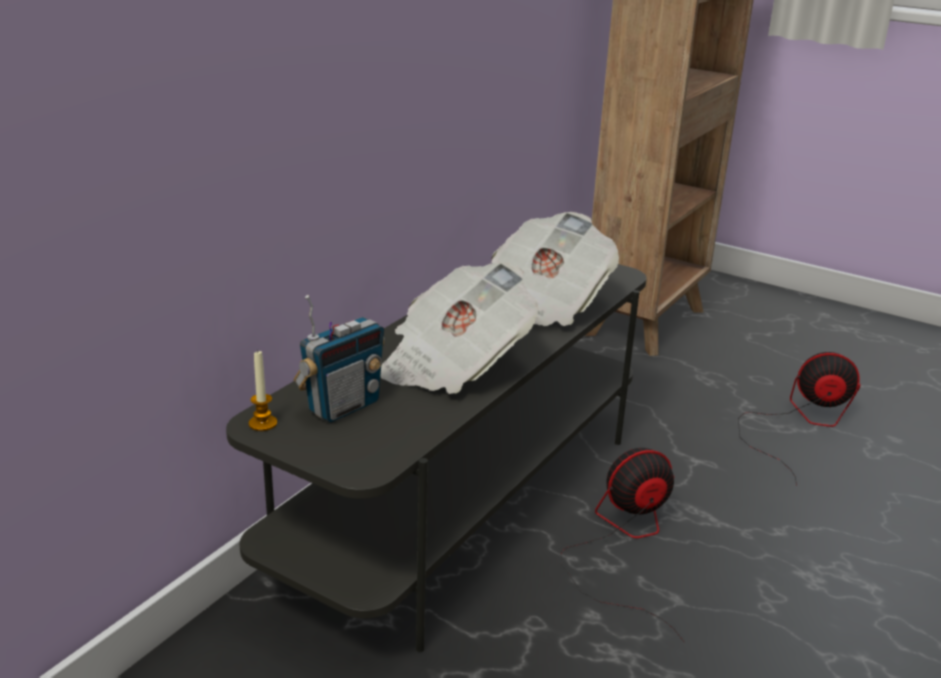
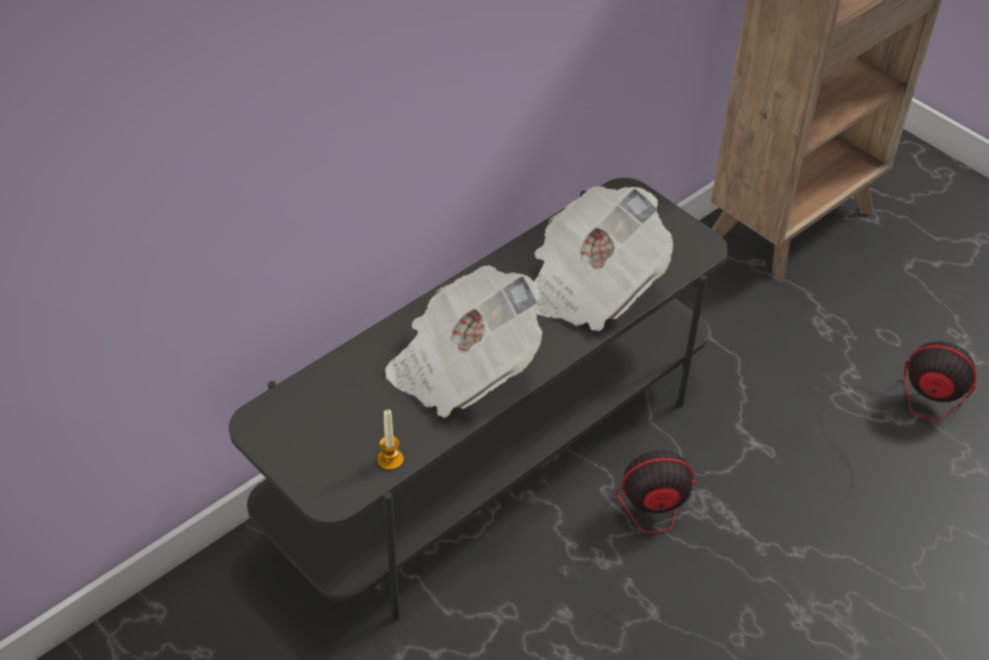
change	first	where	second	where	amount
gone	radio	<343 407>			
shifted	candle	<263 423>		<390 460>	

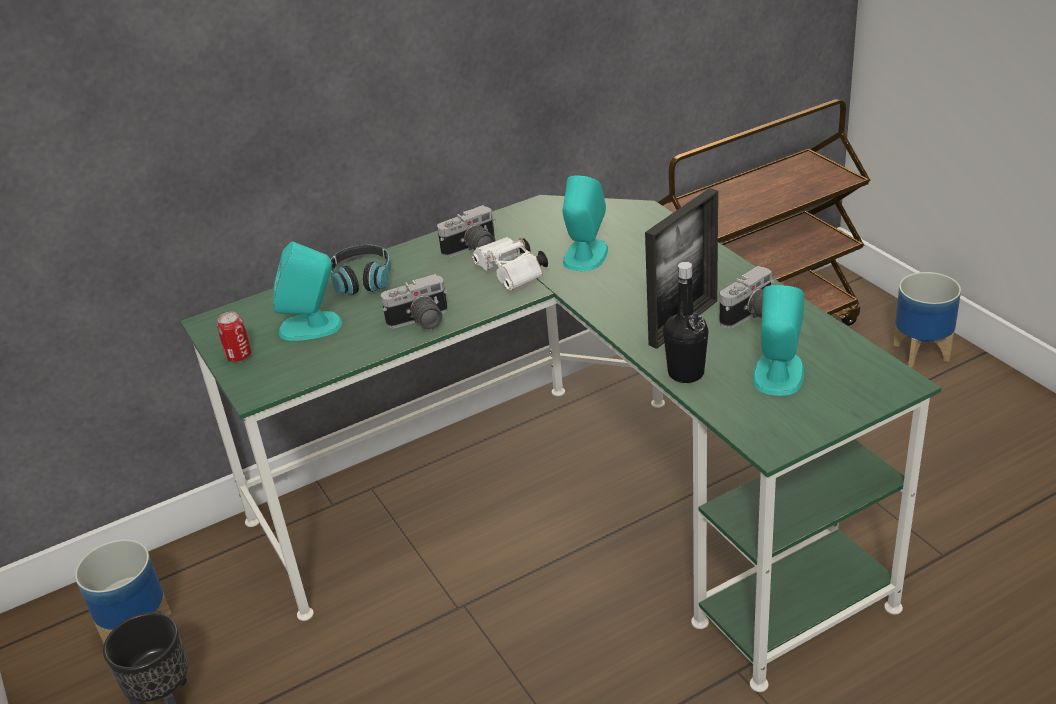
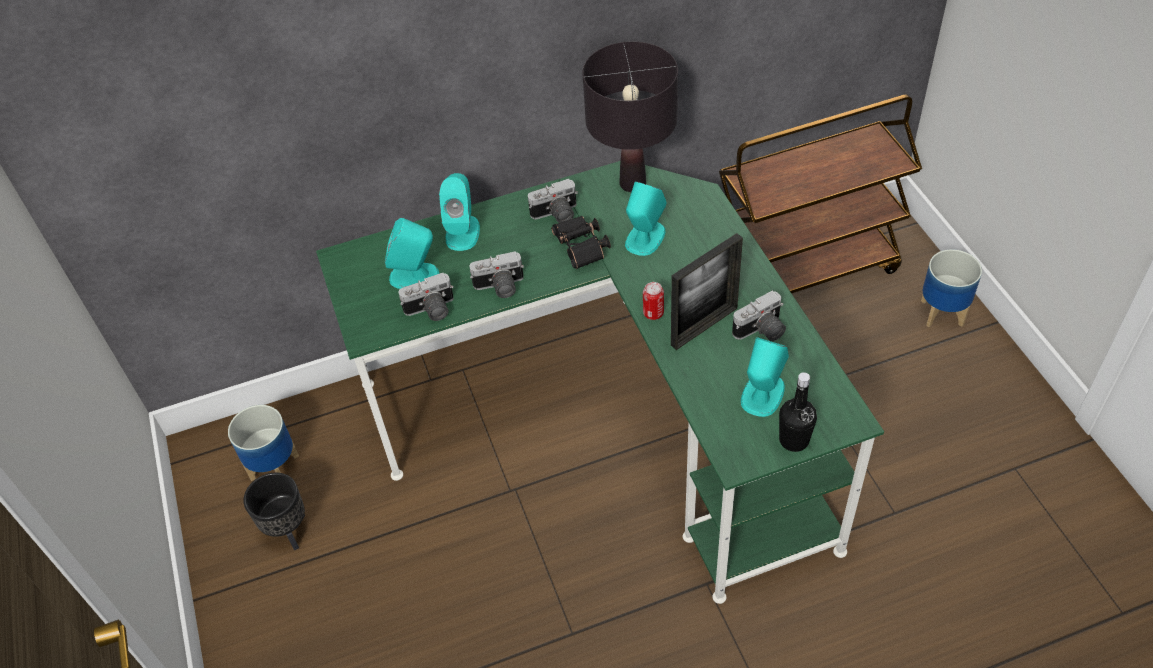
change	first	where	second	where	amount
new			photo camera	<431 310>	
new			table lamp (black)	<632 184>	
shifted	can	<239 356>		<653 313>	
shifted	bottle (black)	<686 373>		<794 440>	
swapped	headphones	<362 280>	speaker (turquoise)	<462 232>	
repainted	binoculars (white)	<513 276>	binoculars (black)	<582 250>	

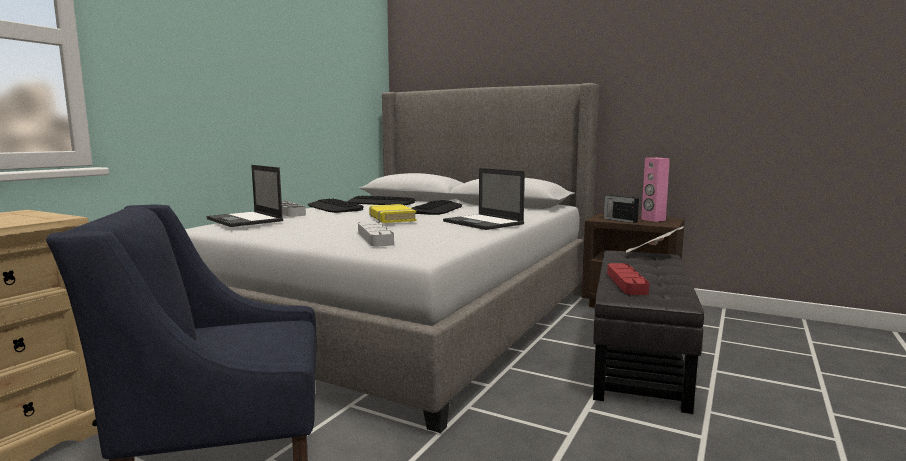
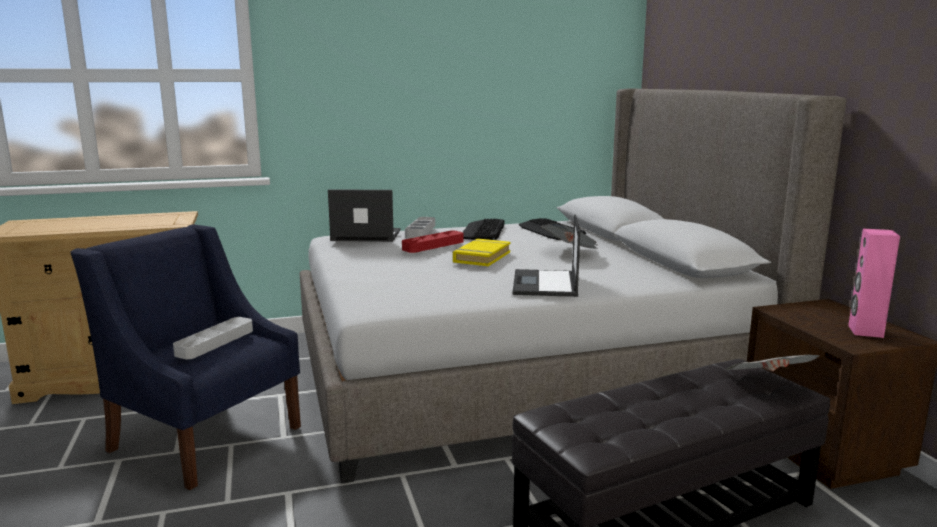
change	first	where	second	where	amount
gone	radio	<619 220>			
shifted	tray (grey)	<375 238>		<215 342>	
shifted	tray (red)	<626 283>		<433 245>	
swapped	keyboard	<437 209>	newspaper	<571 252>	
rotated	laptop	<245 220>		<365 235>	90 degrees clockwise

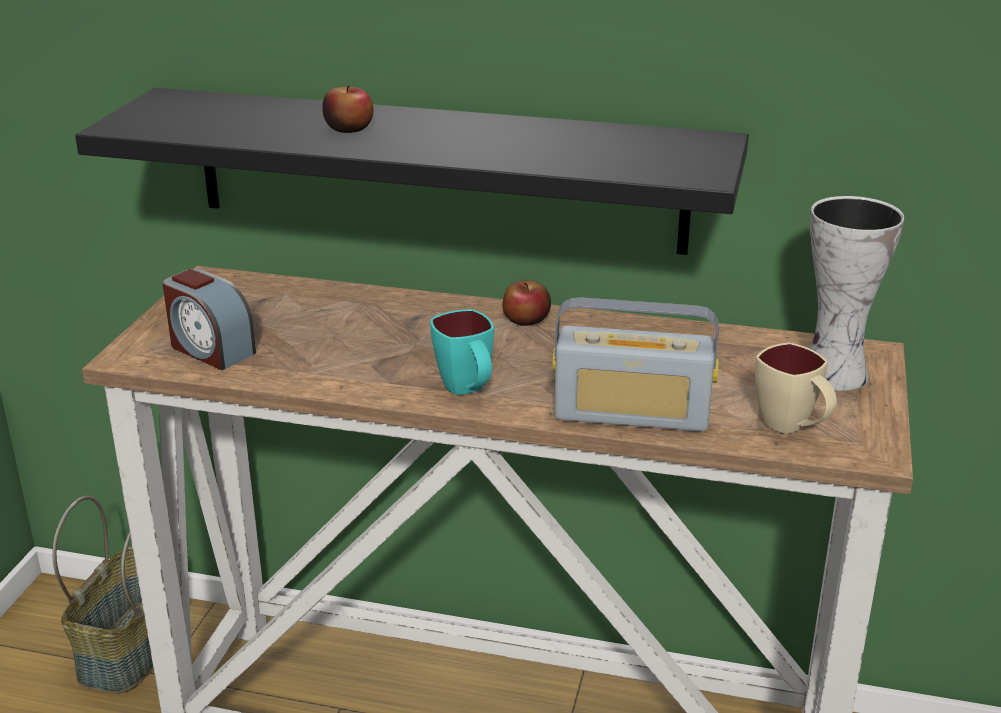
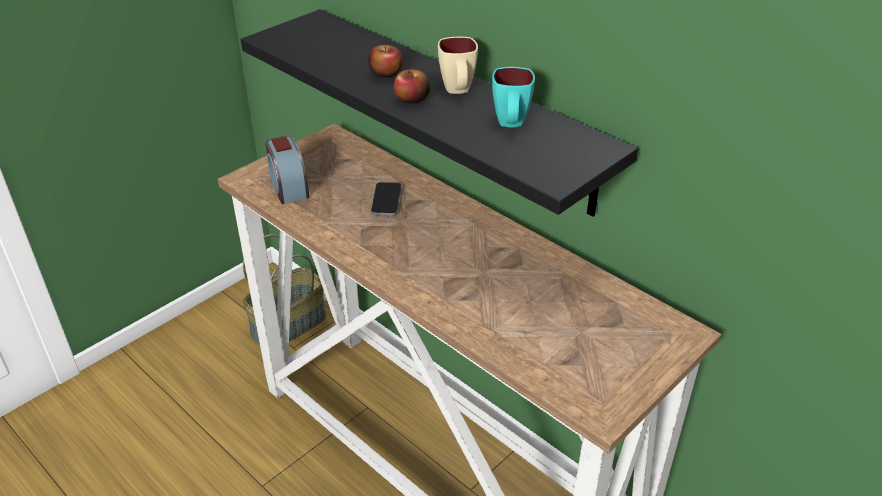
change	first	where	second	where	amount
gone	radio	<632 414>			
gone	vase	<830 373>			
new			phone	<386 200>	
shifted	mug (turquoise)	<467 391>		<511 125>	
shifted	apple	<526 320>		<412 99>	
shifted	mug (beige)	<792 428>		<458 92>	

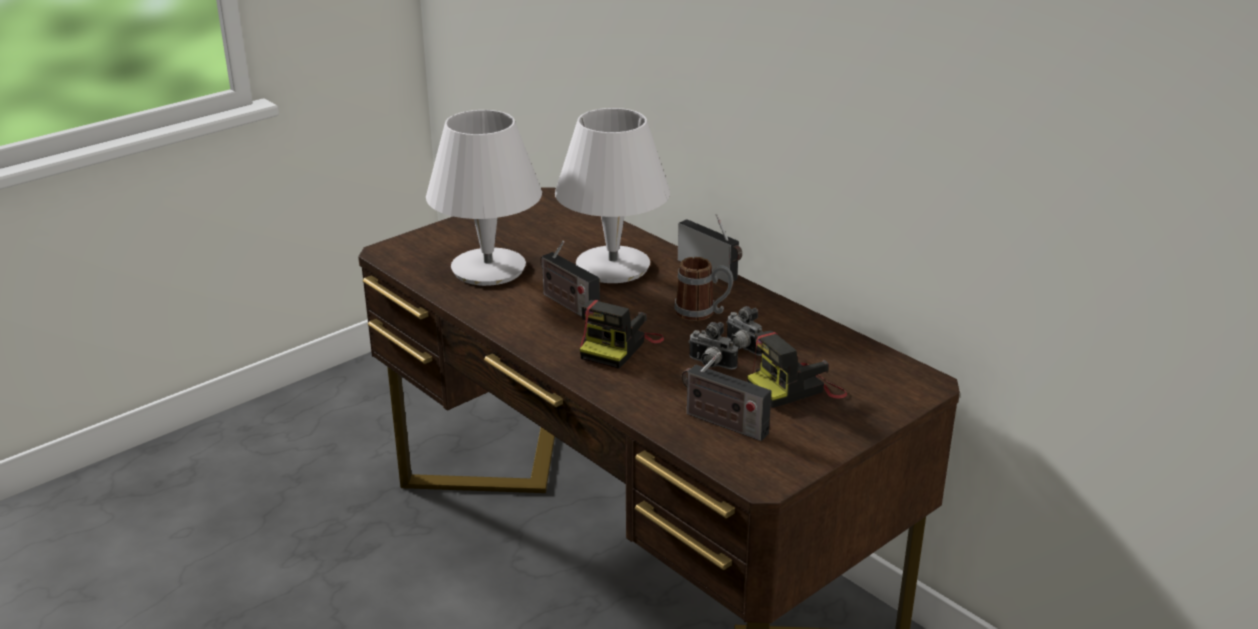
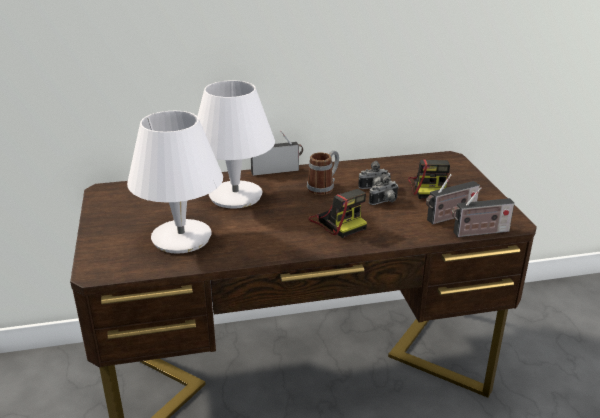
change	first	where	second	where	amount
shifted	radio	<567 304>		<478 232>	

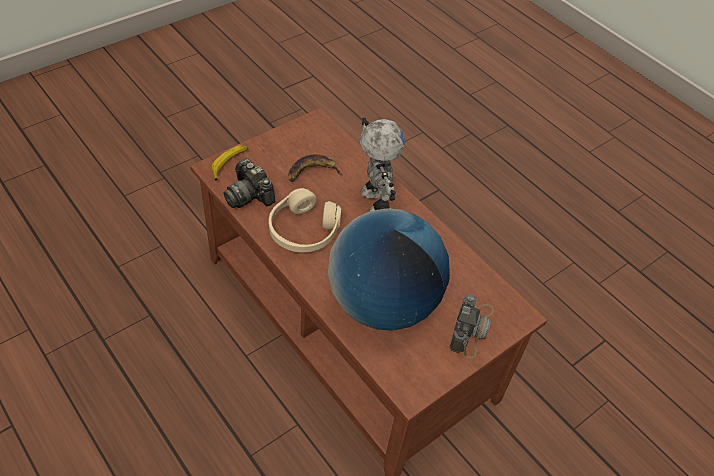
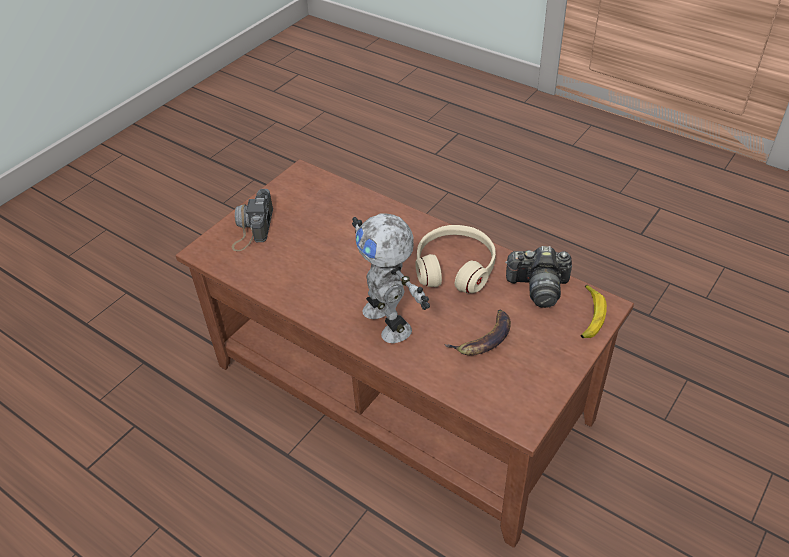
change	first	where	second	where	amount
gone	globe	<382 304>			
rotated	photo camera	<249 195>		<538 287>	150 degrees clockwise

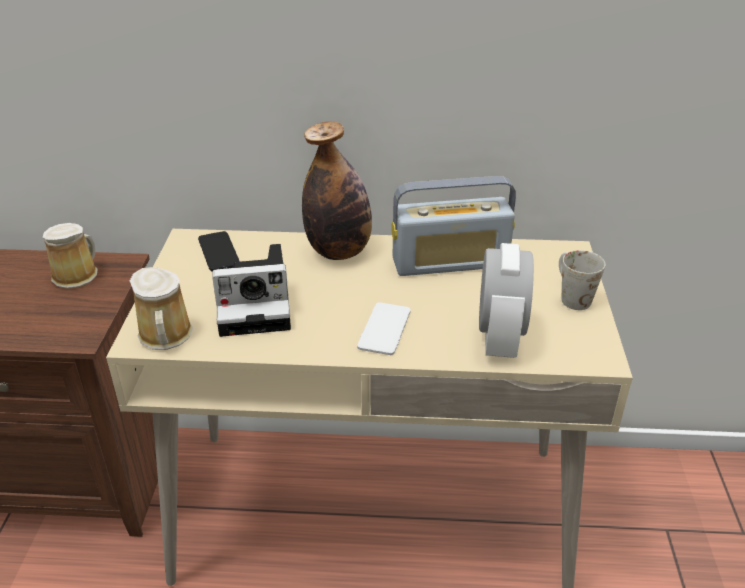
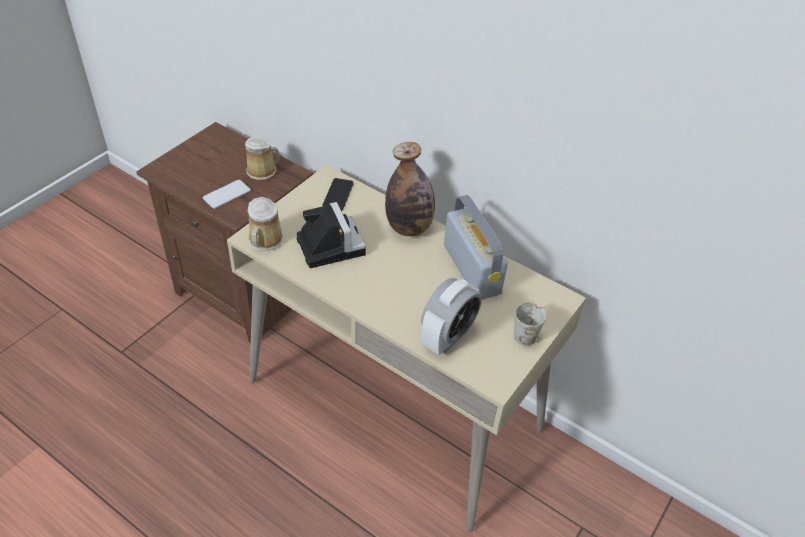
change	first	where	second	where	amount
shifted	phone	<384 329>		<227 194>	
rotated	photo camera	<258 305>		<329 244>	135 degrees counterclockwise
rotated	radio	<450 262>		<471 269>	135 degrees counterclockwise

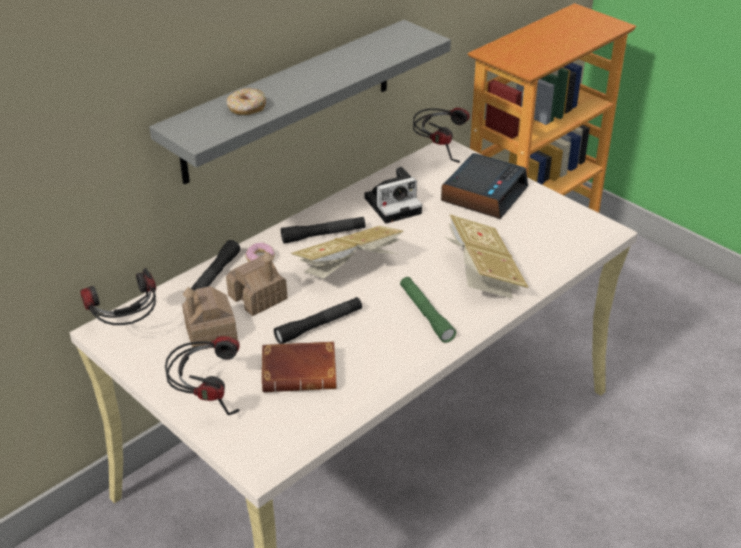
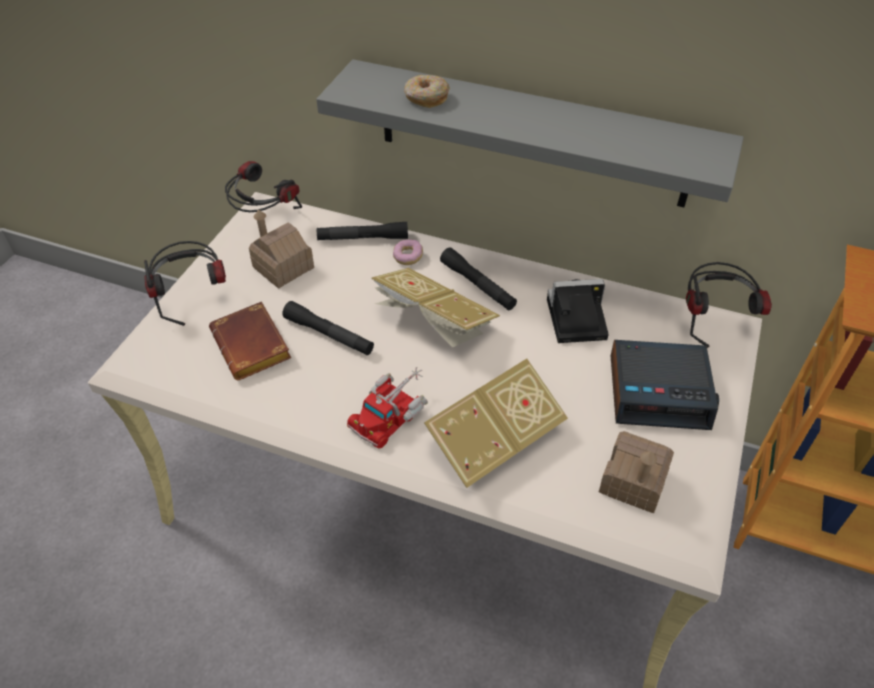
change	first	where	second	where	amount
shifted	toy house	<258 297>		<633 481>	
swapped	flashlight (green)	<426 314>	toy truck	<391 412>	
rotated	photo camera	<394 204>		<573 320>	135 degrees clockwise

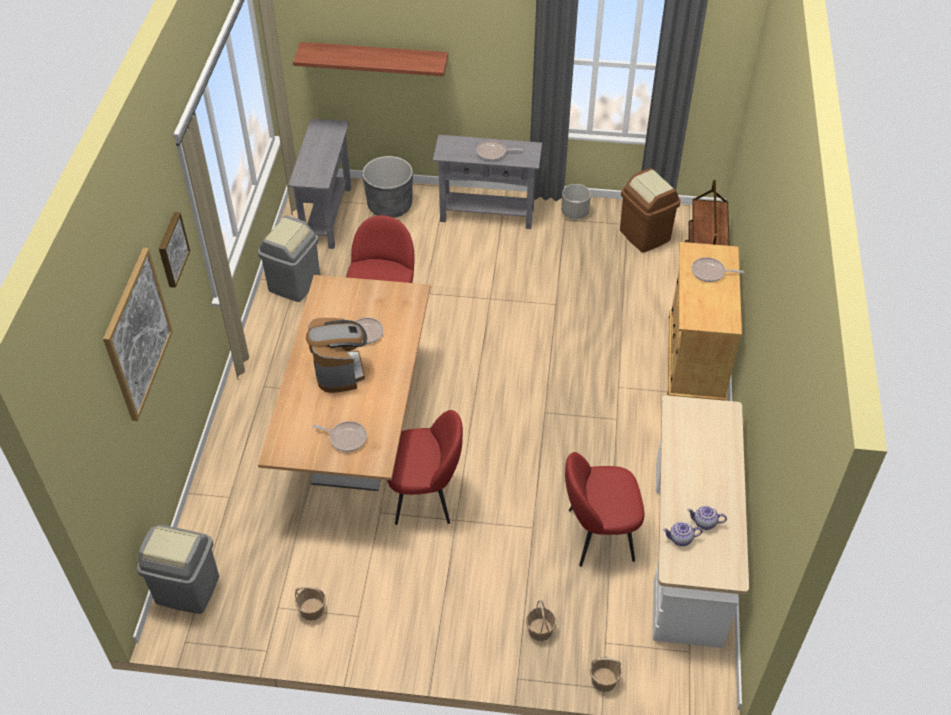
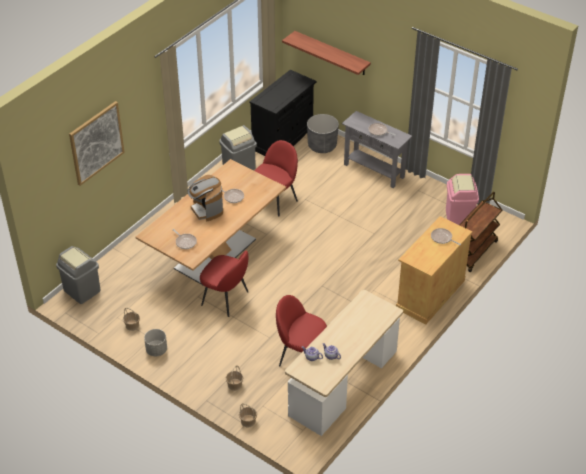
change	first	where	second	where	amount
gone	picture	<171 249>			
shifted	planter (grey)	<574 213>		<156 350>	
swapped	console table (grey)	<327 216>	cabinet (black)	<283 138>	
repainted	trash can (brown)	<645 235>	trash can (pink)	<459 217>	
rotated	coffee machine	<339 370>		<206 210>	135 degrees clockwise

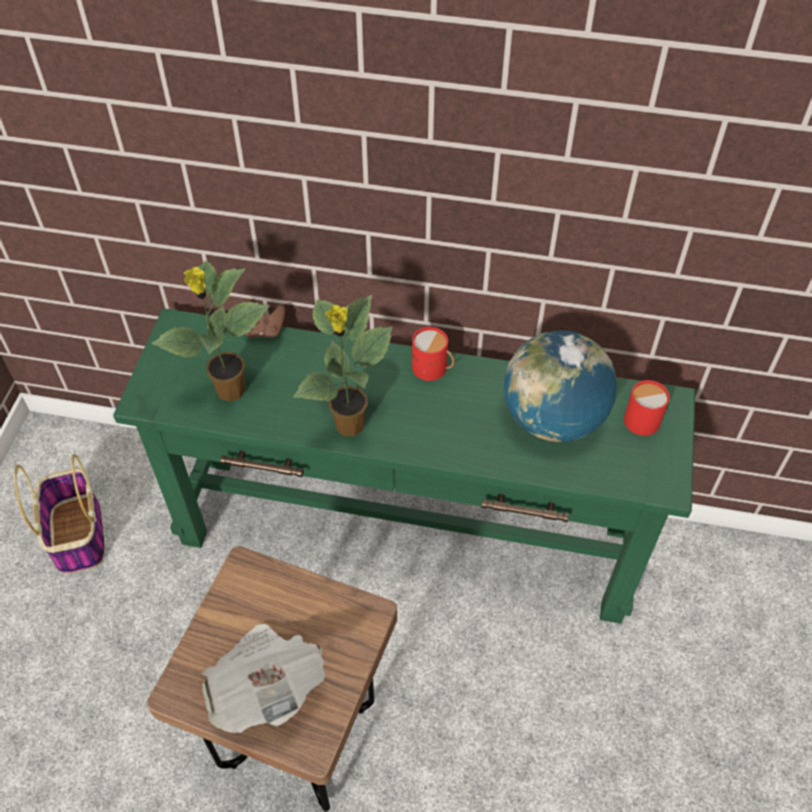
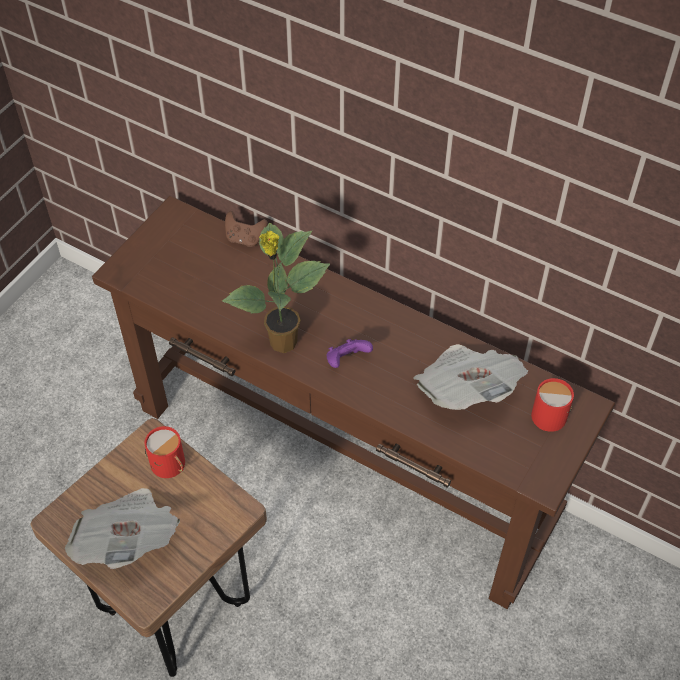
change	first	where	second	where	amount
gone	basket	<77 533>			
gone	potted plant	<229 392>			
new			game controller (purple)	<346 361>	
shifted	mug (red)	<433 369>		<170 466>	
swapped	globe	<553 419>	newspaper	<466 390>	
repainted	console table (green)	<407 533>	console table (brown)	<342 463>	

